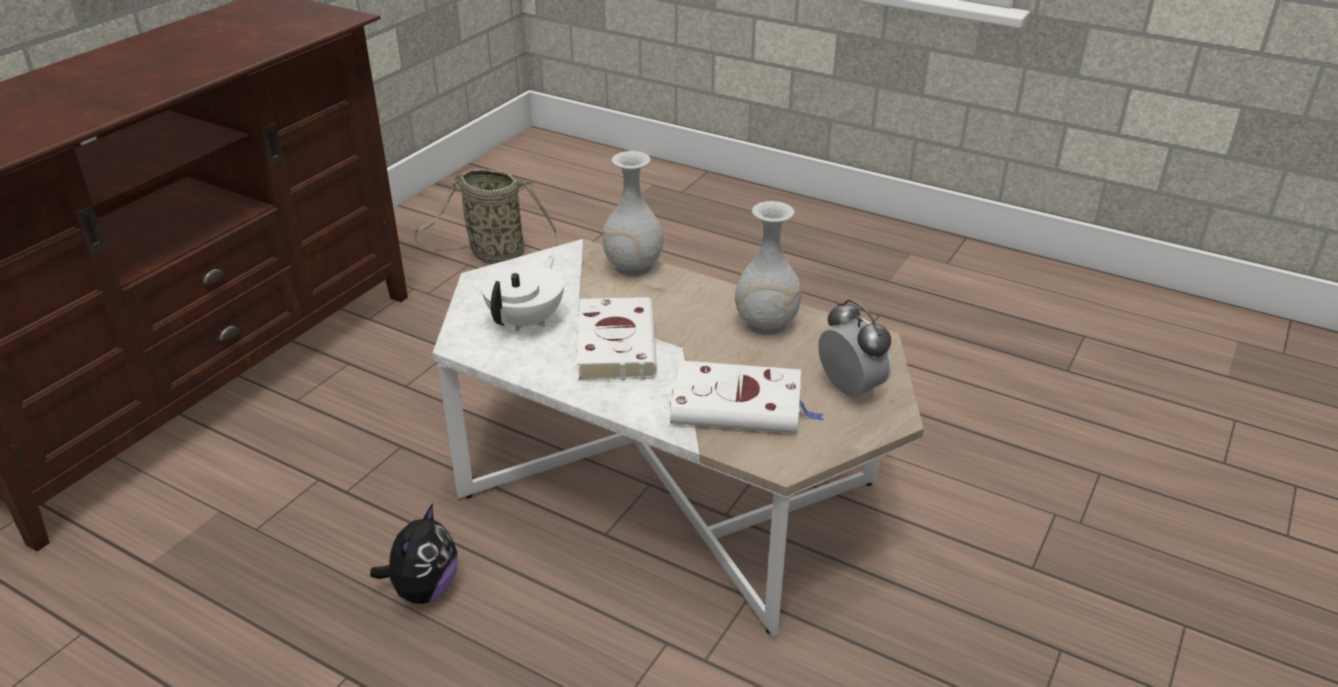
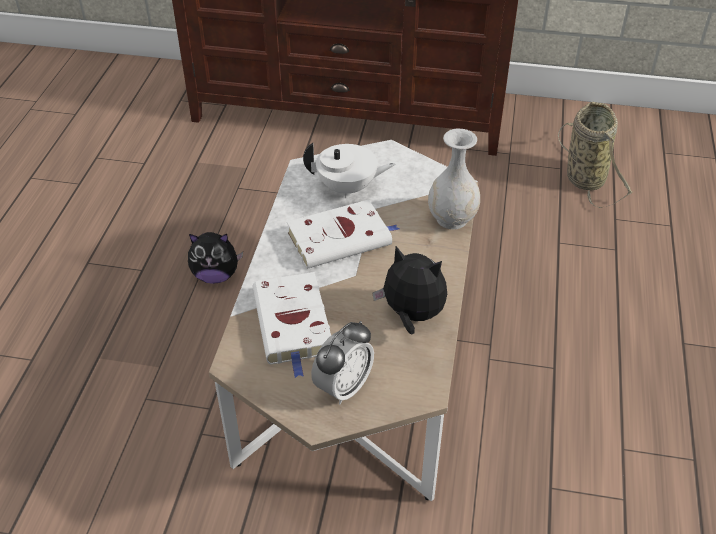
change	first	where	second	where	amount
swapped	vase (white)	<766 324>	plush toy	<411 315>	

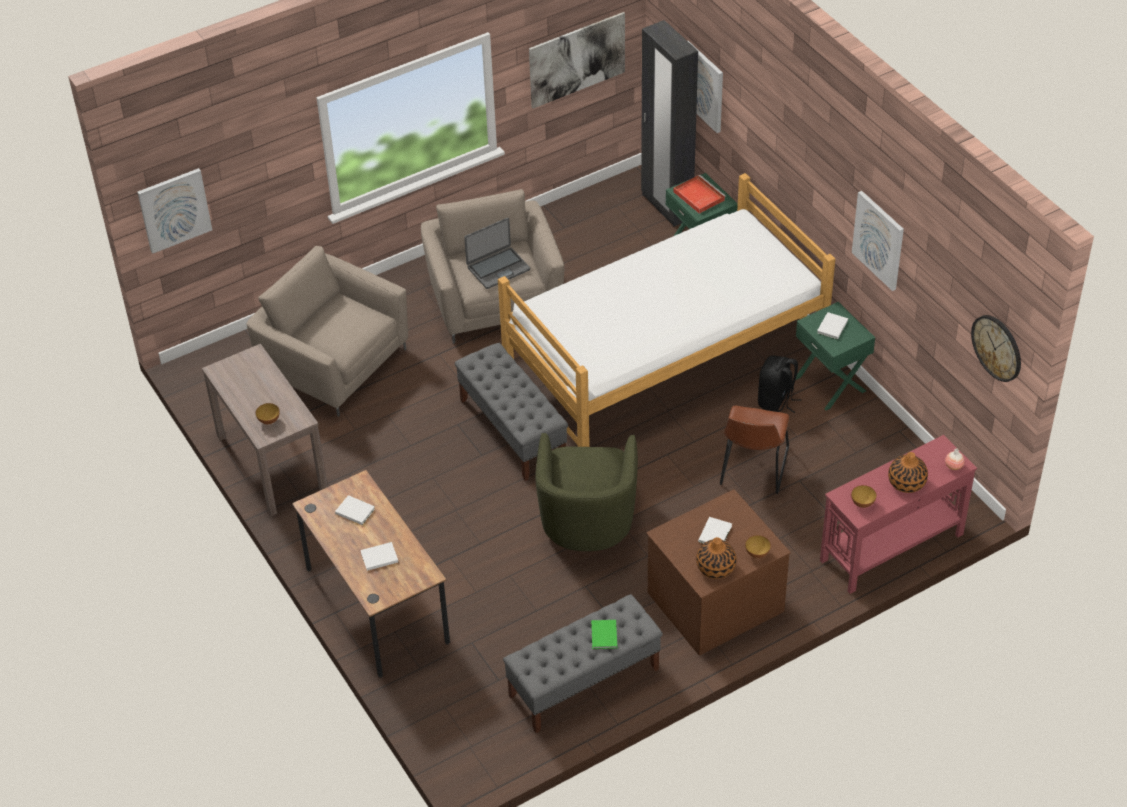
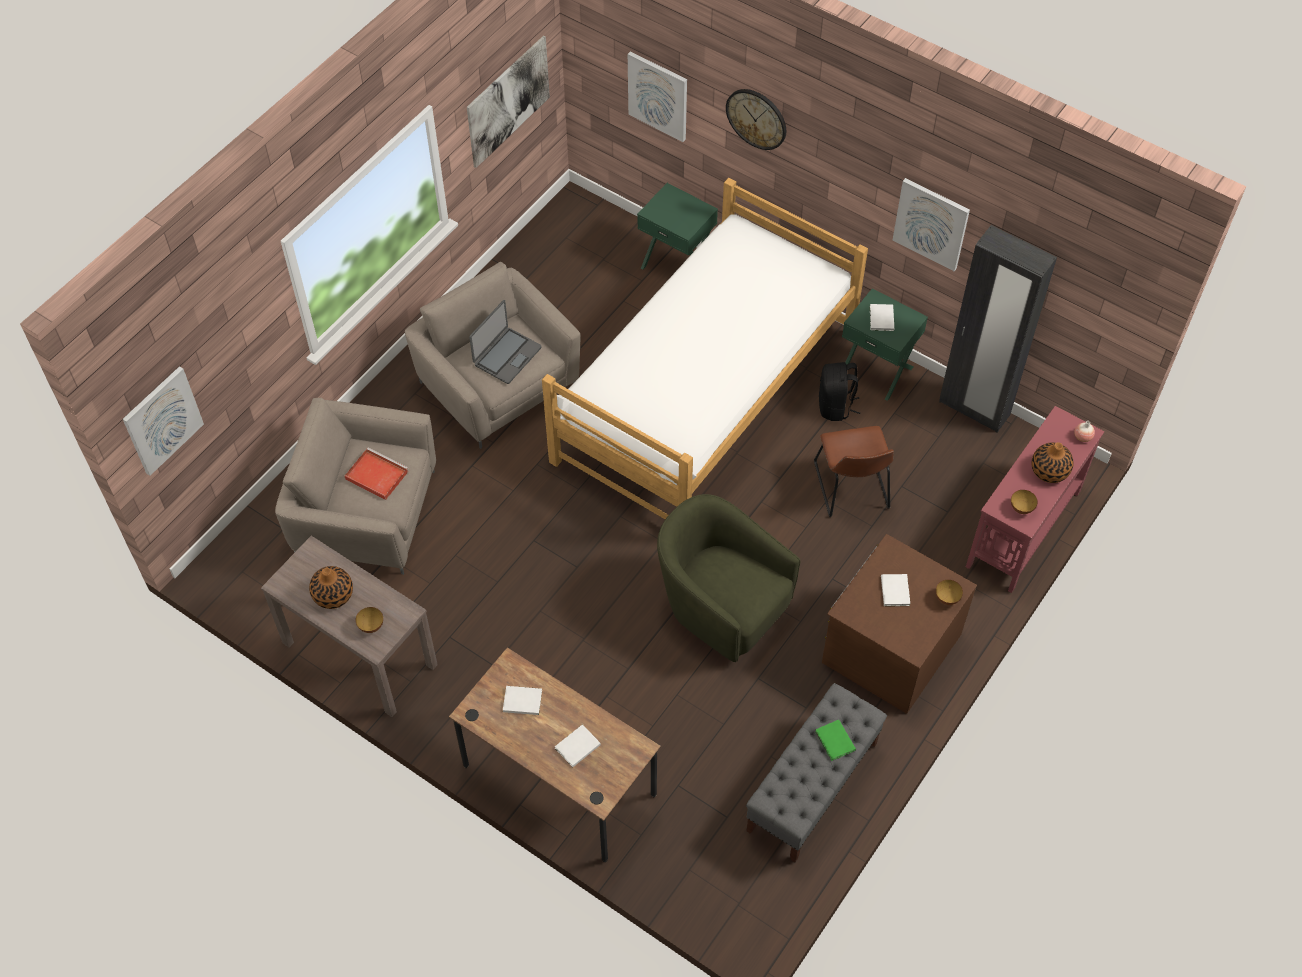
change	first	where	second	where	amount
gone	bench (grey)	<513 431>			
shifted	wardrobe (black)	<666 207>		<974 409>	
shifted	tray (red)	<698 195>		<375 475>	
shifted	vase	<715 567>		<333 595>	
shifted	wall clock	<997 347>		<756 118>	
rotated	armchair (green)	<586 522>		<722 605>	150 degrees clockwise

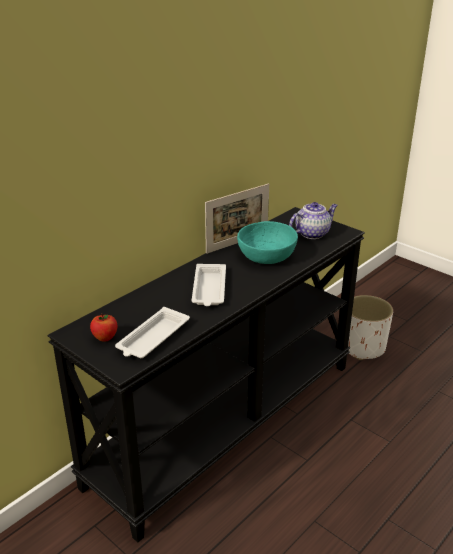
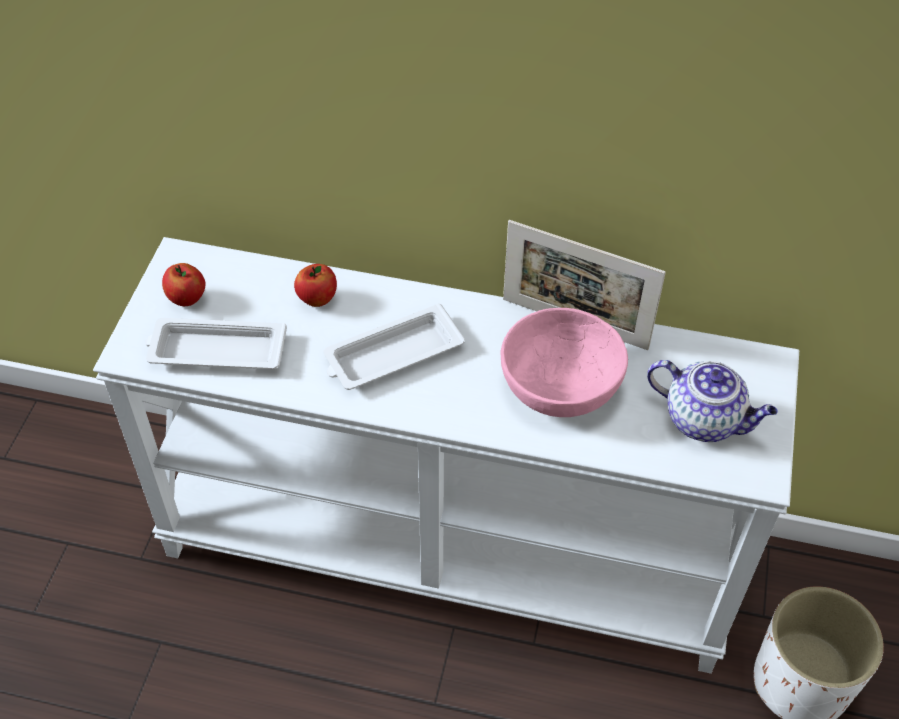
change	first	where	second	where	amount
new			apple	<317 299>	
repainted	console table (black)	<225 420>	console table (white)	<449 546>	
repainted	bowl (turquoise)	<266 256>	bowl (pink)	<559 384>	

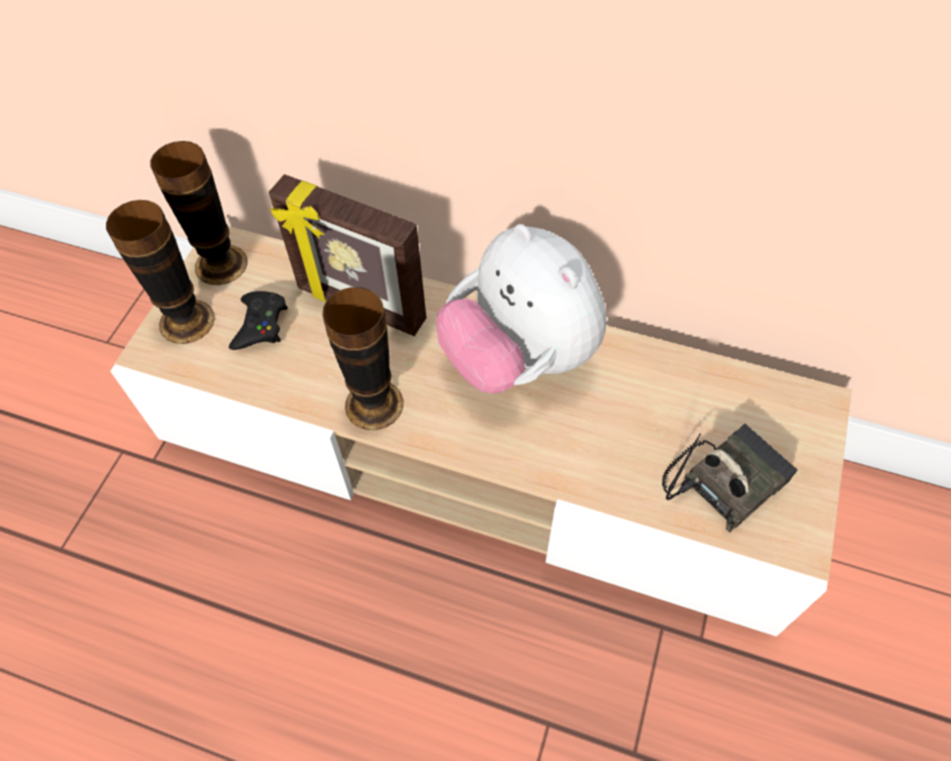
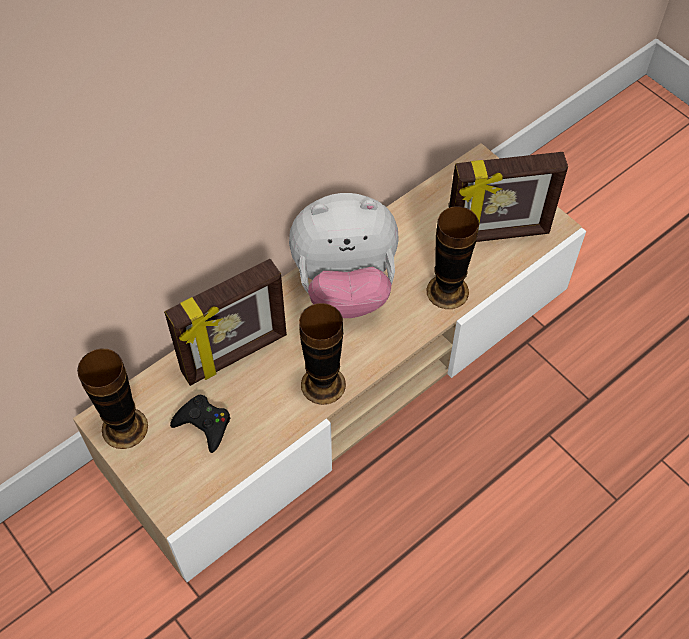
change	first	where	second	where	amount
shifted	vase	<187 321>		<447 291>	
swapped	radio	<724 480>	picture frame	<497 234>	

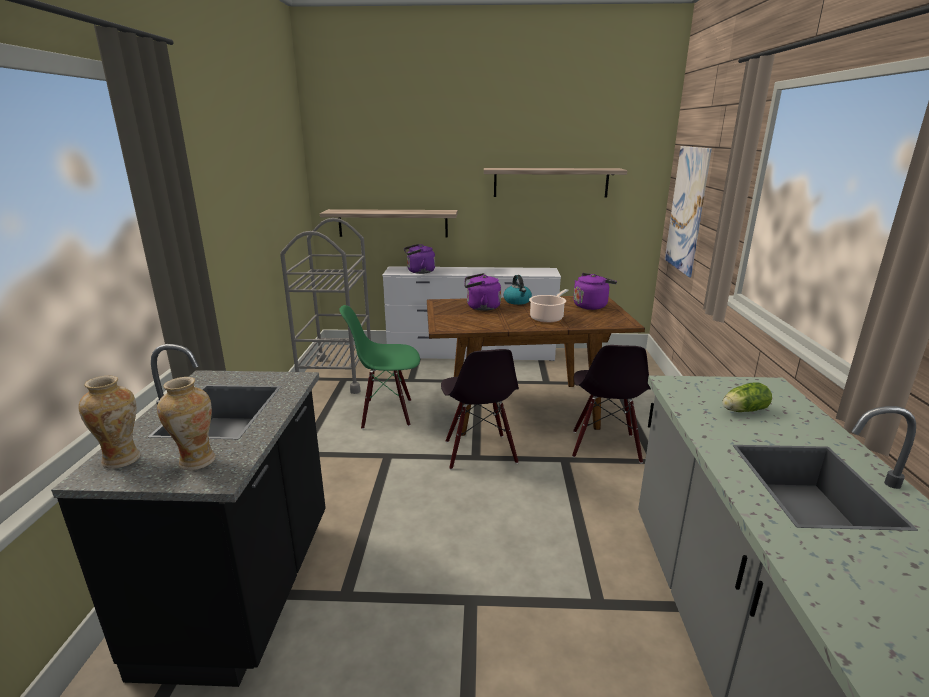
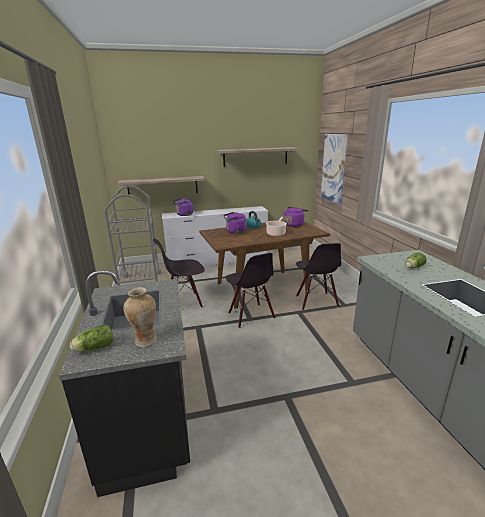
change	first	where	second	where	amount
swapped	vase	<123 459>	lettuce	<93 348>	
repainted	chair (green)	<387 413>	chair (black)	<184 302>	

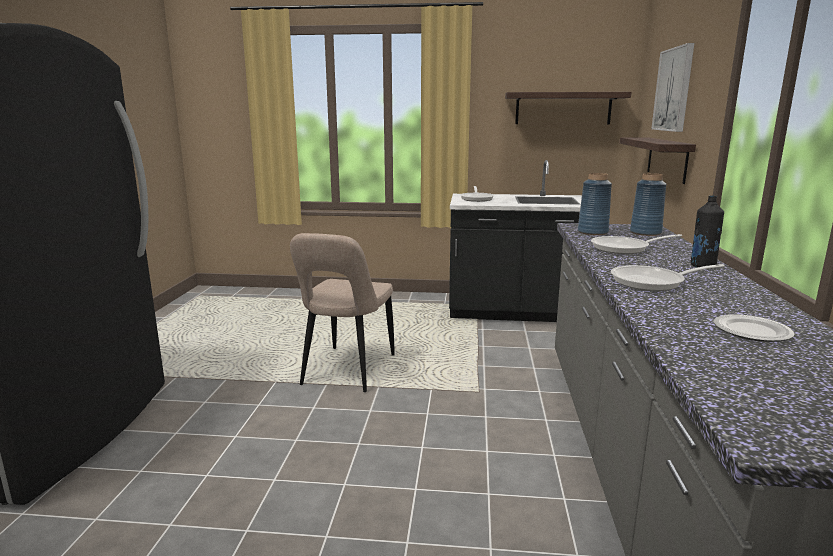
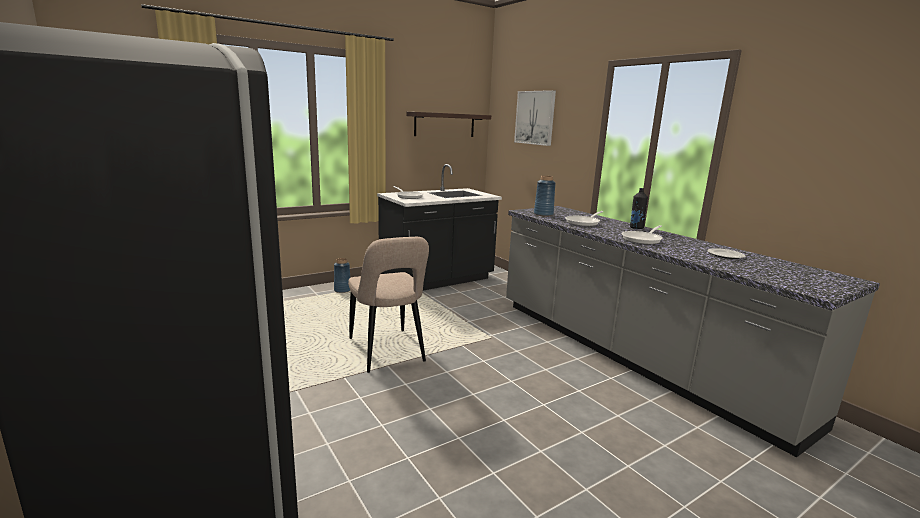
change	first	where	second	where	amount
gone	shelf	<667 159>			
shifted	vase (blue)	<645 233>		<342 290>	

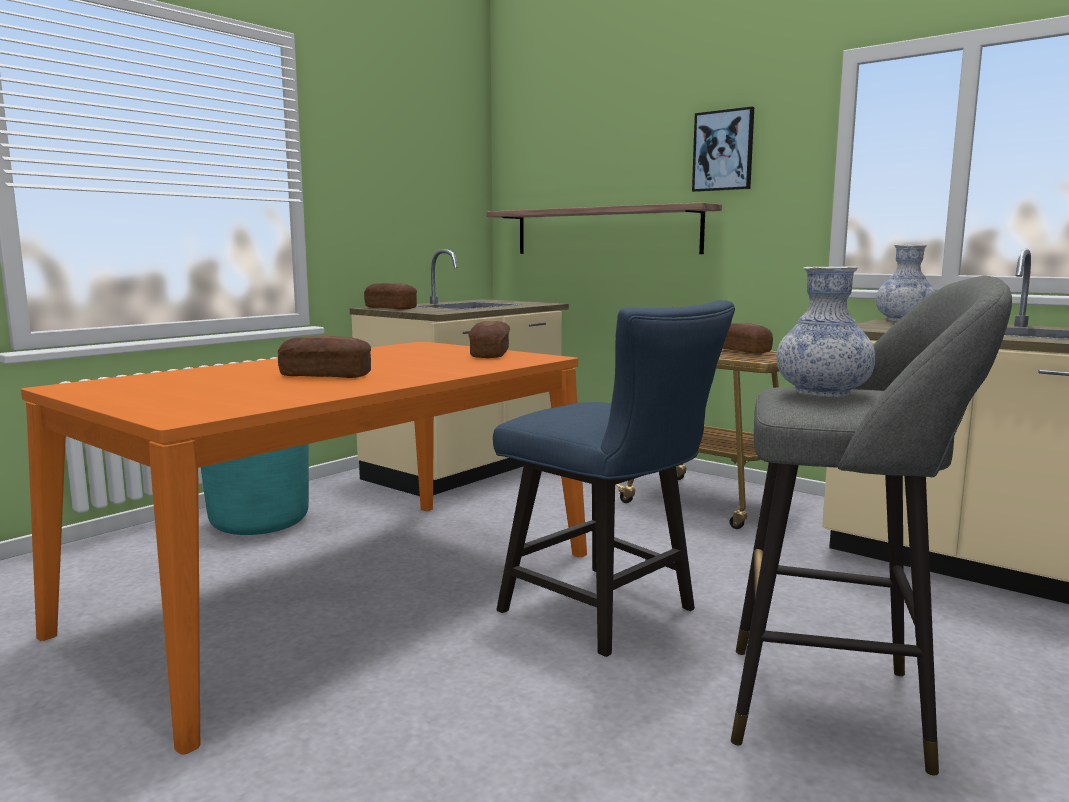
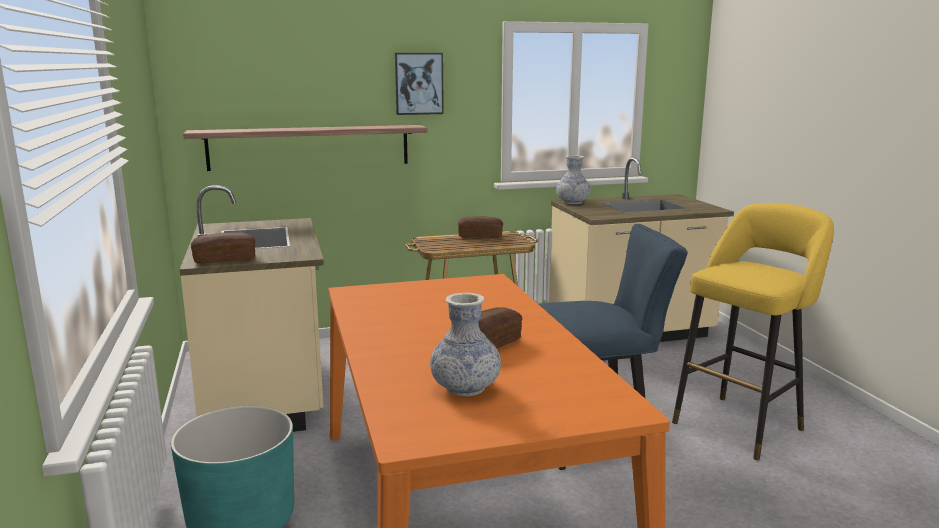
change	first	where	second	where	amount
gone	bread	<490 354>			
shifted	vase	<822 393>		<465 388>	
repainted	stool (grey)	<839 707>	stool (yellow)	<741 424>	

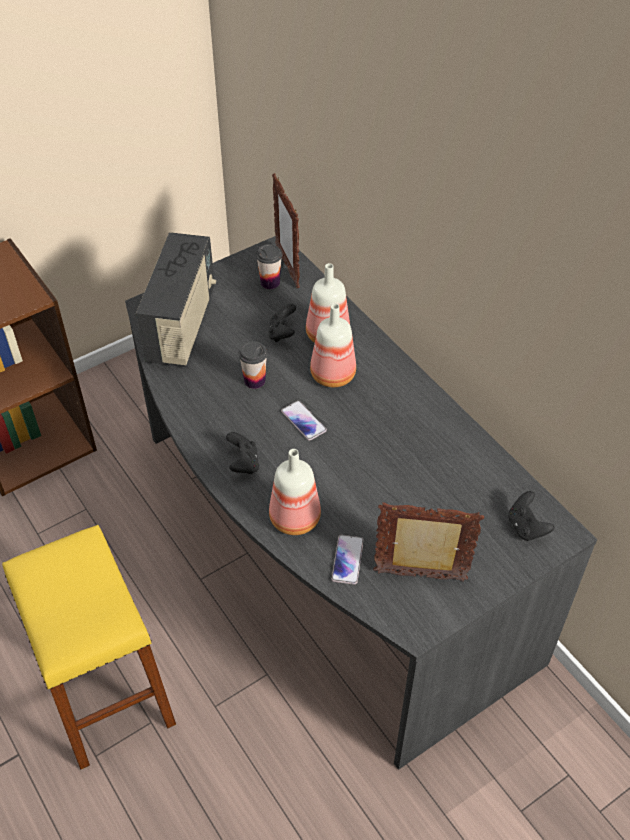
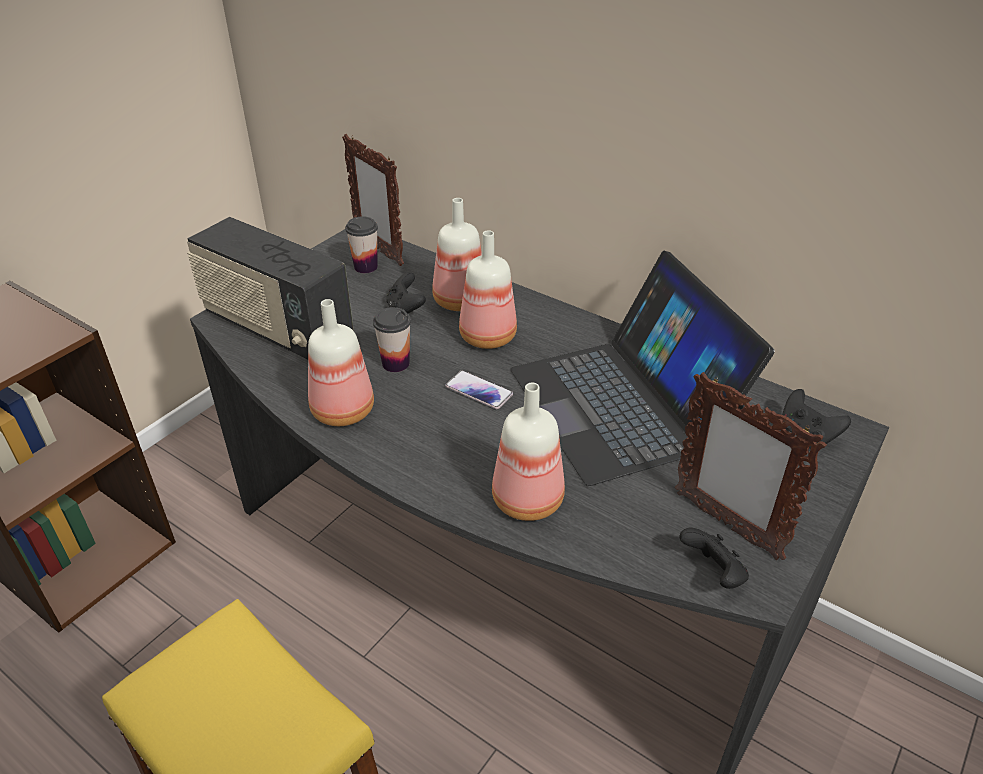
change	first	where	second	where	amount
gone	phone	<347 560>			
new			bottle	<341 411>	
new			laptop	<624 403>	
shifted	game controller (black)	<243 464>		<713 573>	
rotated	radio	<182 326>		<277 328>	135 degrees clockwise
rotated	picture frame	<421 577>		<726 524>	120 degrees counterclockwise

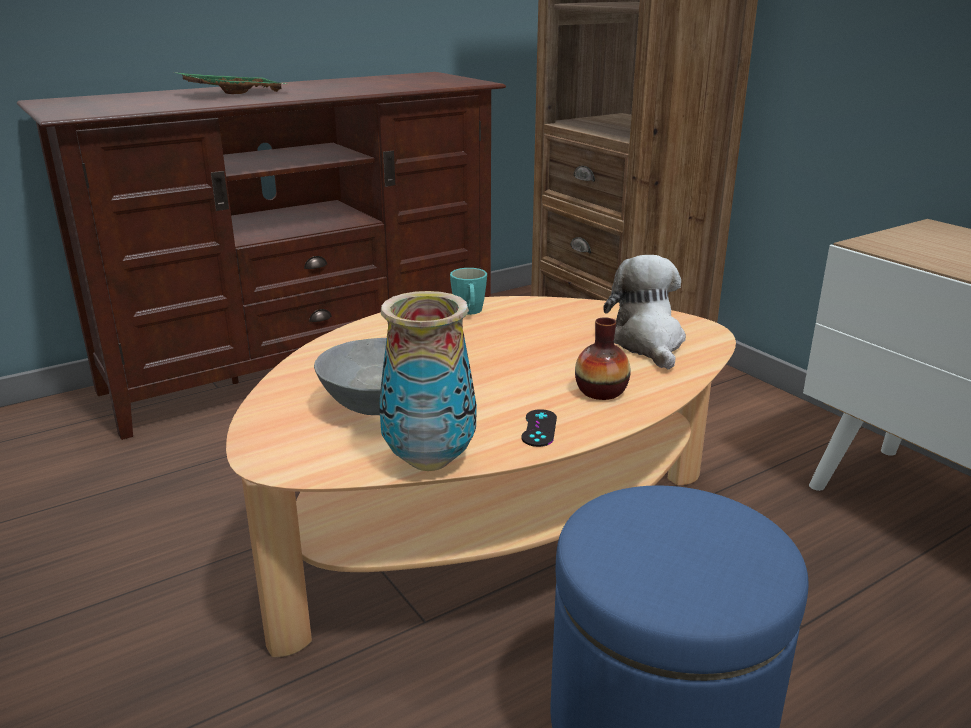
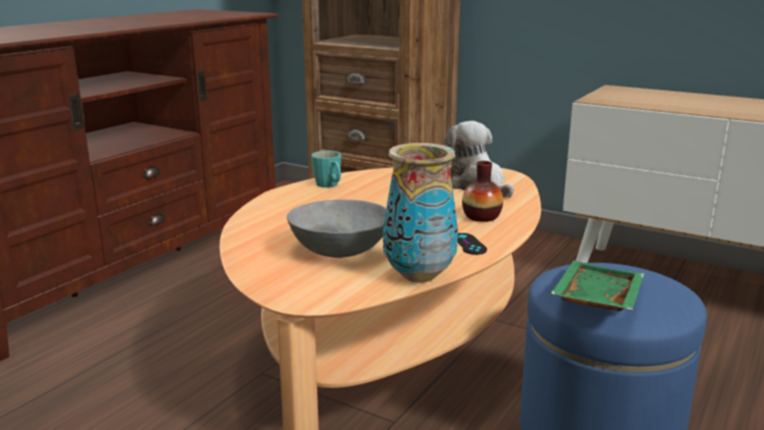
change	first	where	second	where	amount
shifted	tray (green)	<233 93>		<595 300>	

